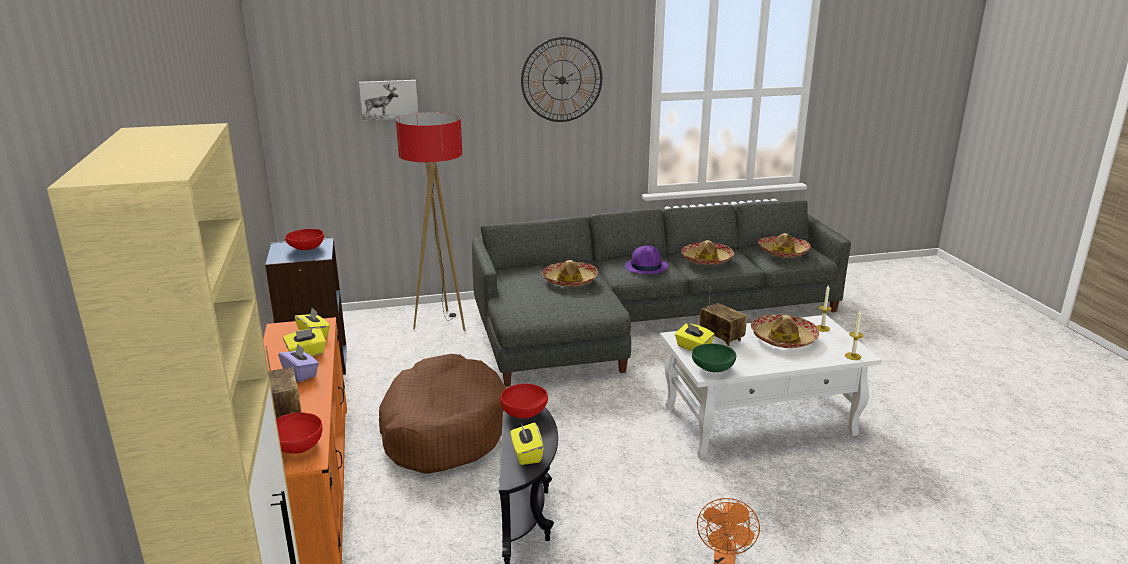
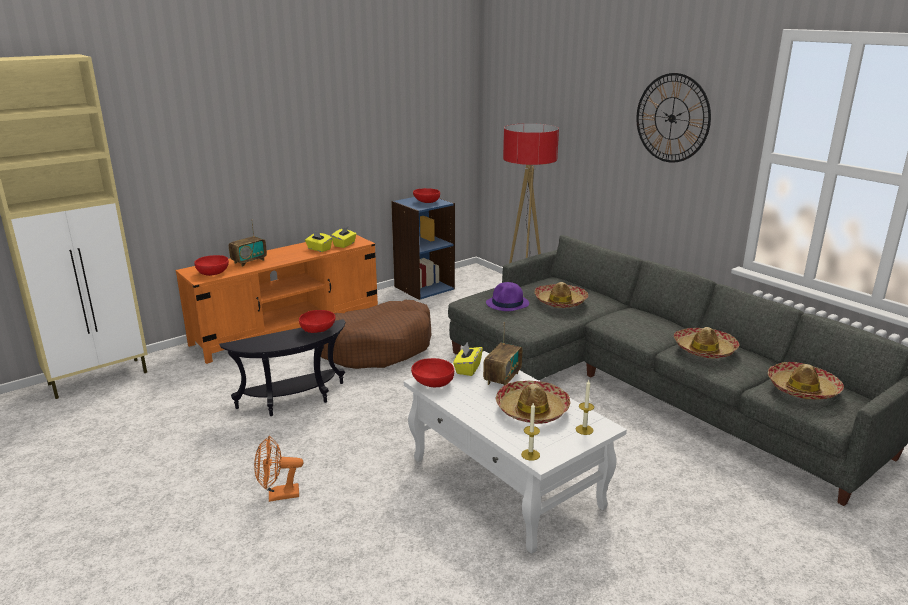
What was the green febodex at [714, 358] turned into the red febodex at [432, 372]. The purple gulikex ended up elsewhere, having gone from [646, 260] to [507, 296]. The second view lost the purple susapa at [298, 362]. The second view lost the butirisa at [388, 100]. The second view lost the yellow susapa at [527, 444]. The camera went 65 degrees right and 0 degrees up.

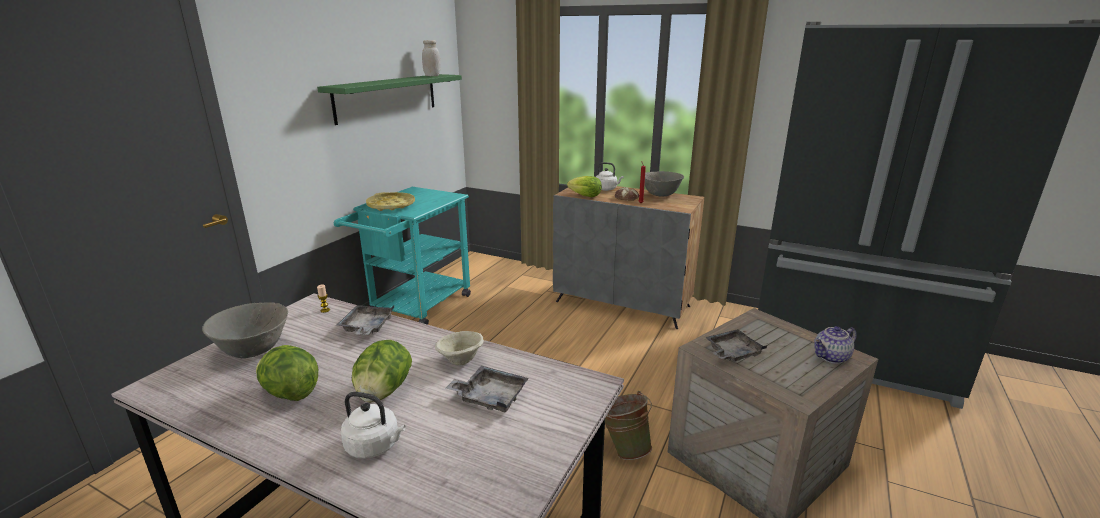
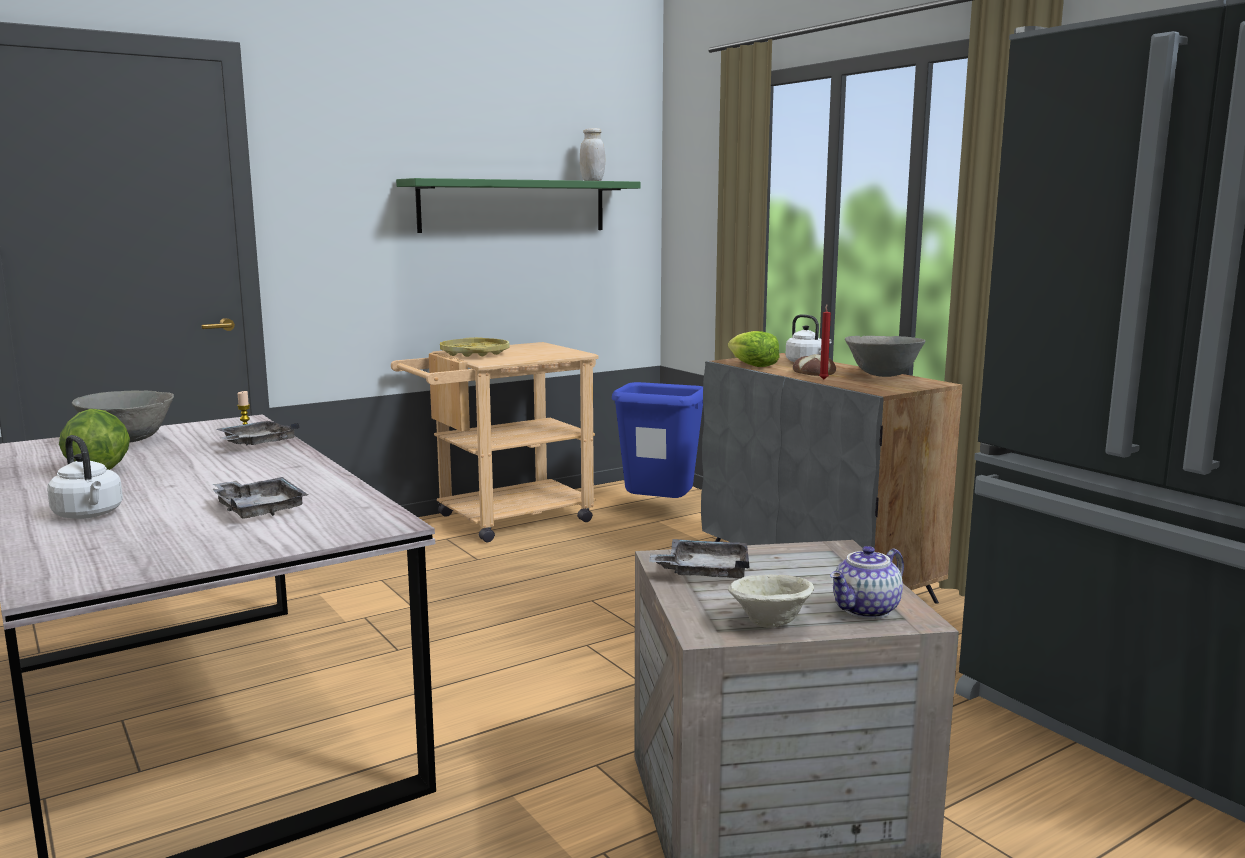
What was the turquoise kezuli at [402, 256] turned into the beige kezuli at [495, 442]. The second view gained the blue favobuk at [657, 440]. The beige febodex ended up elsewhere, having gone from [459, 348] to [771, 601]. The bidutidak at [835, 345] ended up facing another way, 45 degrees counterclockwise from before. The second view lost the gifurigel at [382, 371]. The second view lost the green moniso at [628, 425]. The camera went 30 degrees right and 10 degrees down.

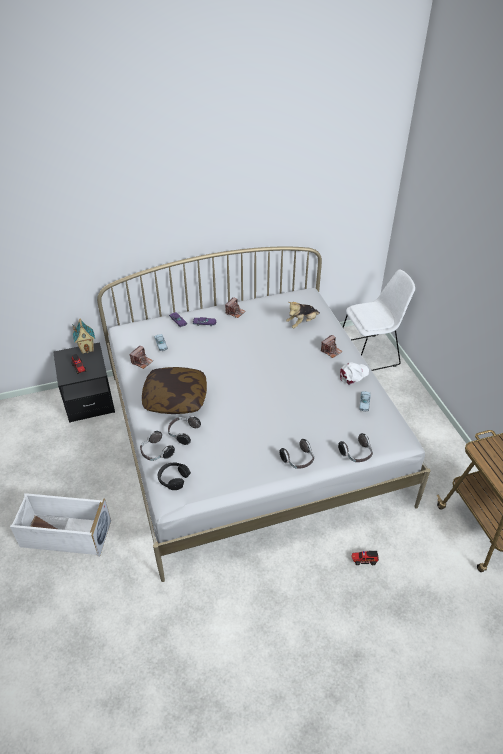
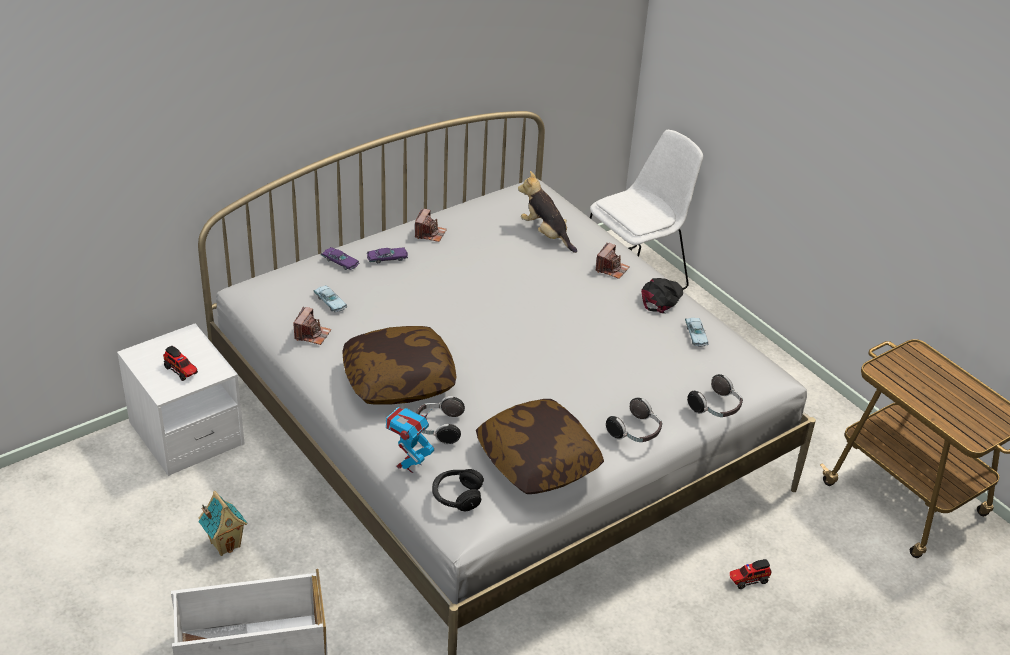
What was the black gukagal at [84, 382] turned into the white gukagal at [181, 399]. The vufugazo ended up elsewhere, having gone from [83, 336] to [222, 523]. Where the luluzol stood at [157, 446], the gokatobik came to stand at [410, 440]. The second view gained the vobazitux at [540, 446]. The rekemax at [303, 315] ended up facing another way, 105 degrees clockwise from before. What was the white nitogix at [354, 373] turned into the black nitogix at [662, 295]. The camera went 20 degrees left and 5 degrees down.

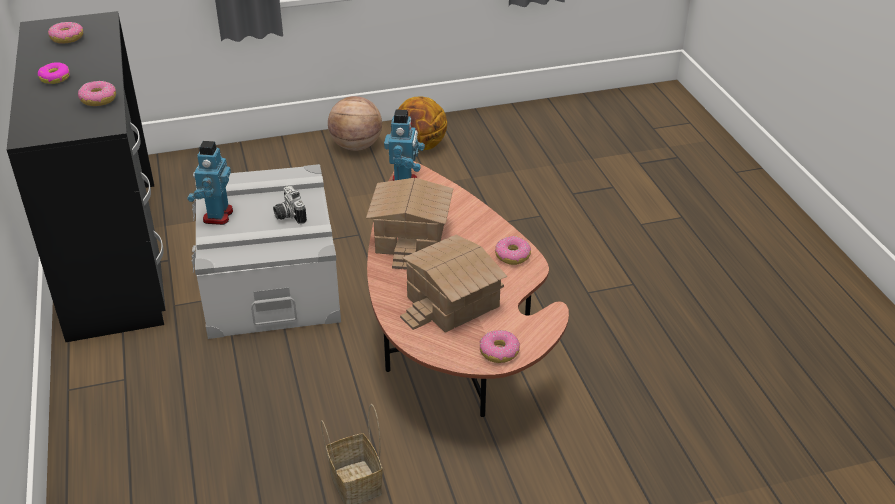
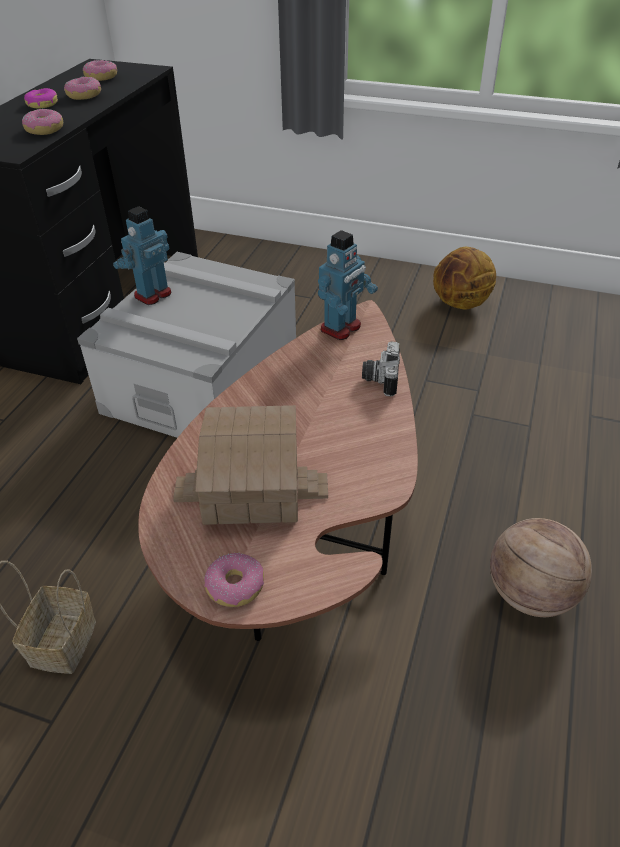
The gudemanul ended up elsewhere, having gone from [513, 250] to [82, 88]. The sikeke ended up elsewhere, having gone from [290, 205] to [381, 369]. The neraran ended up elsewhere, having gone from [355, 123] to [541, 567]. The second view lost the vufugazo at [409, 224]. The camera went 35 degrees right and 5 degrees up.

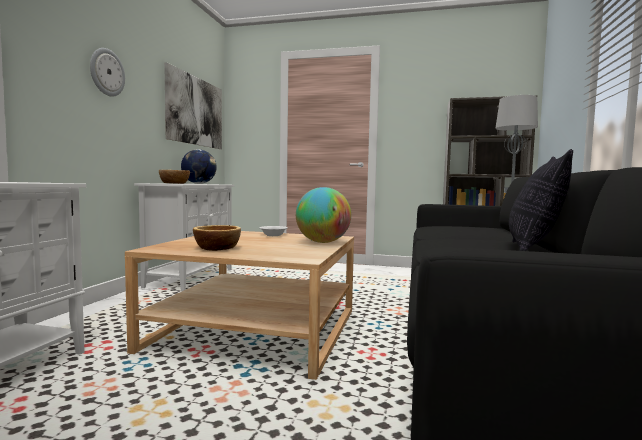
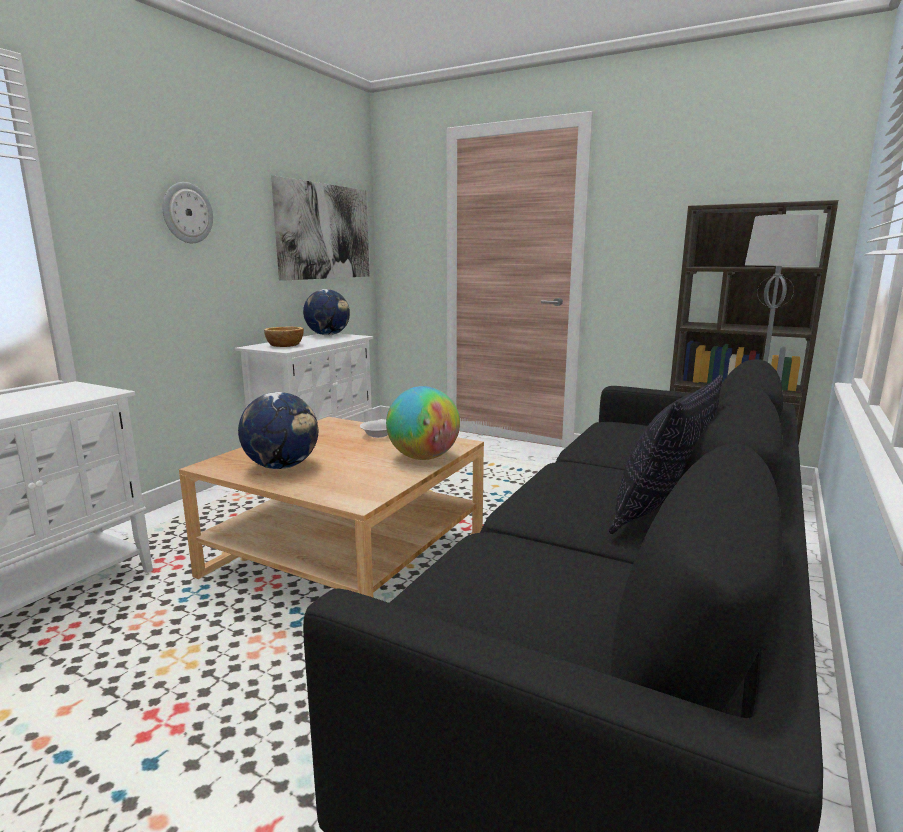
Where the febodex stood at [217, 238], the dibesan came to stand at [278, 430]. The camera went 15 degrees right and 10 degrees up.

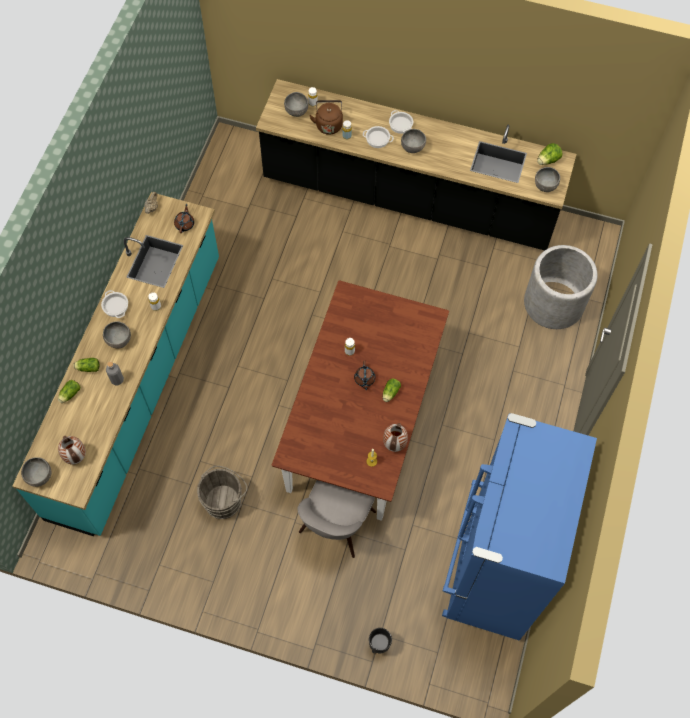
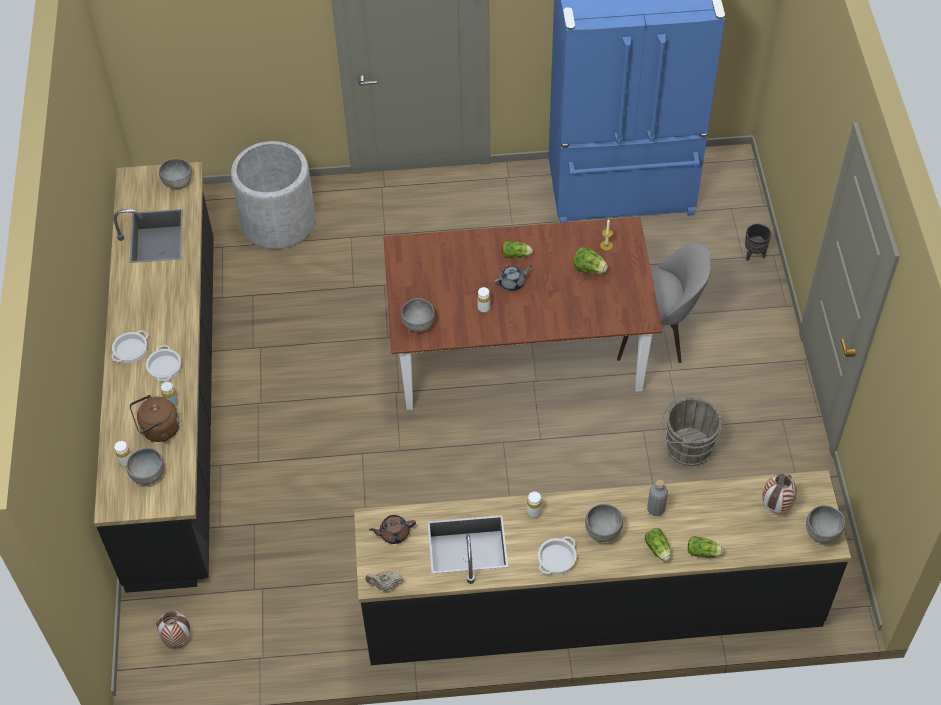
The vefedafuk ended up elsewhere, having gone from [395, 437] to [173, 628]. What was the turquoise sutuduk at [115, 364] turned into the black sutuduk at [602, 567]. The grey febodex ended up elsewhere, having gone from [413, 141] to [418, 315]. What was the brown bidutidak at [365, 375] turned into the grey bidutidak at [513, 278]. The gifurigel ended up elsewhere, having gone from [549, 154] to [590, 260]. The camera went 110 degrees left and 10 degrees down.

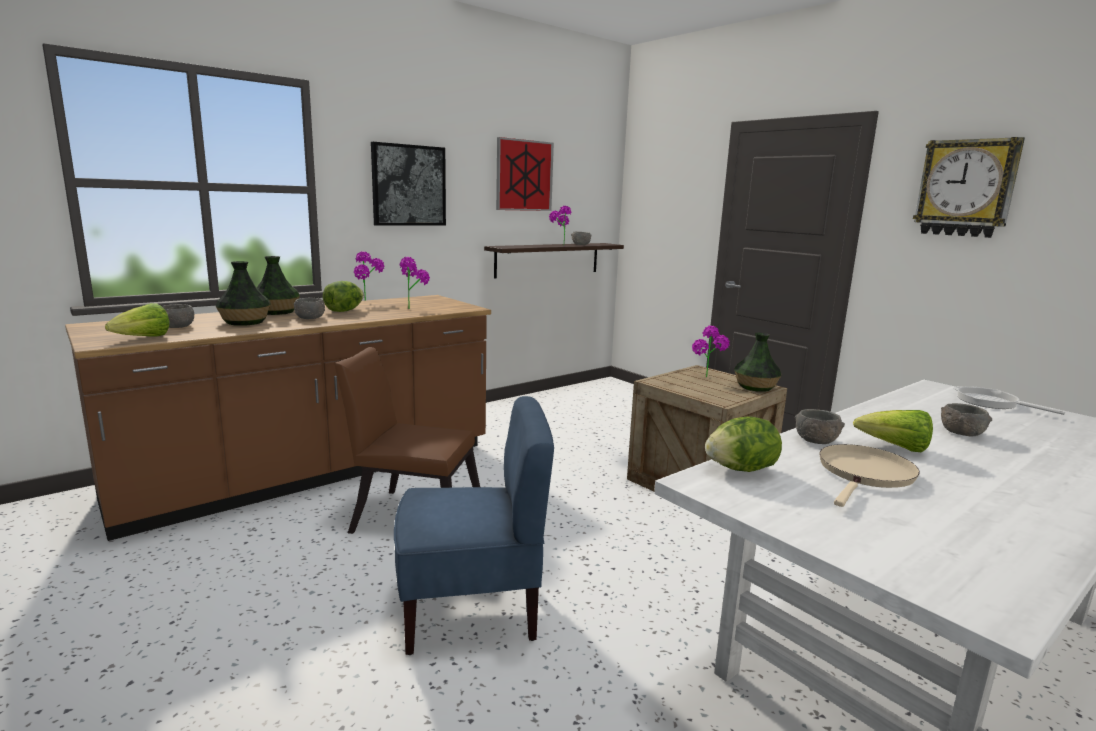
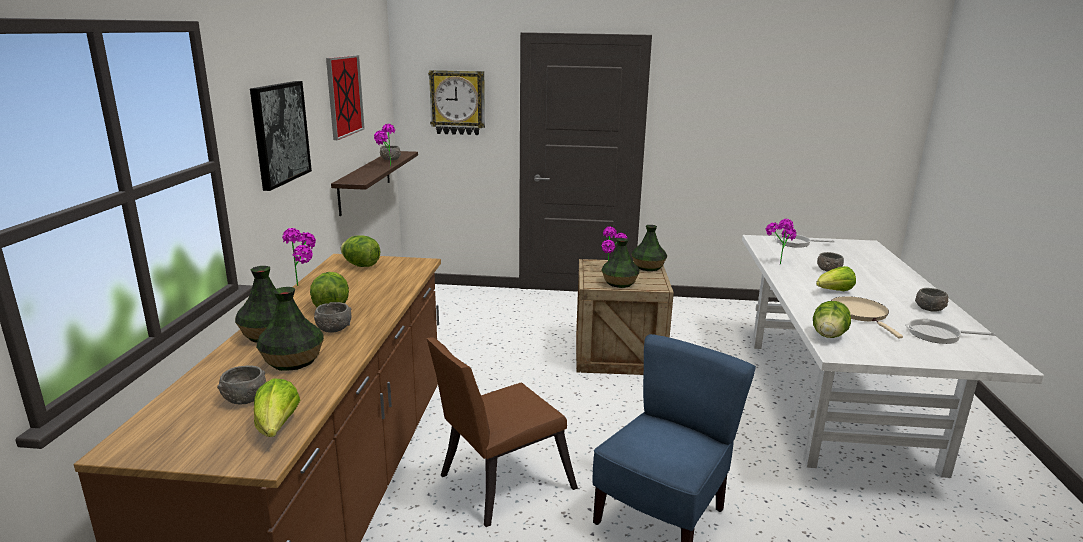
The second view gained the gifurigel at [360, 251]. The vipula ended up elsewhere, having gone from [969, 187] to [456, 102]. The second view gained the vefedafuk at [620, 263]. The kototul ended up elsewhere, having gone from [414, 283] to [781, 242]. The second view gained the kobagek at [950, 331]. The grey febodex ended up elsewhere, having gone from [820, 426] to [931, 300]. The camera went 45 degrees left and 5 degrees up.

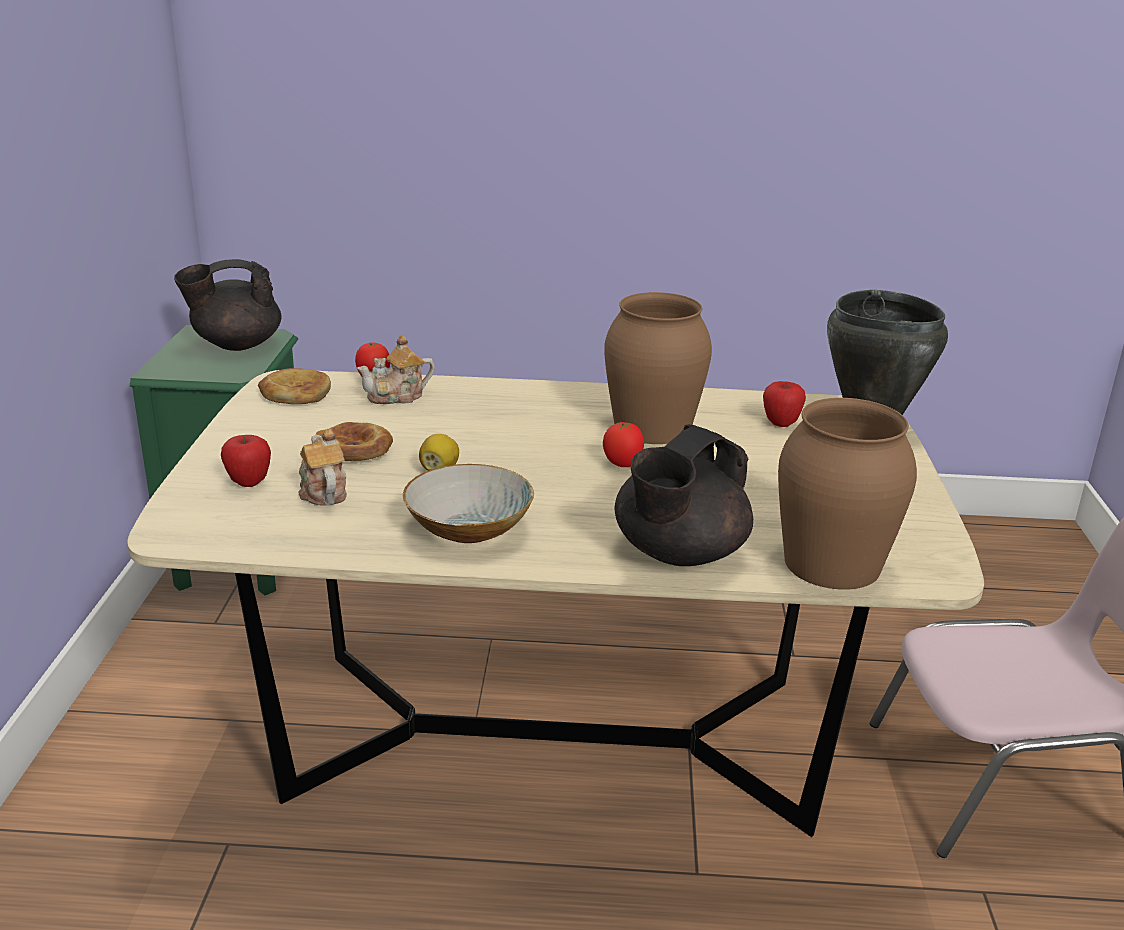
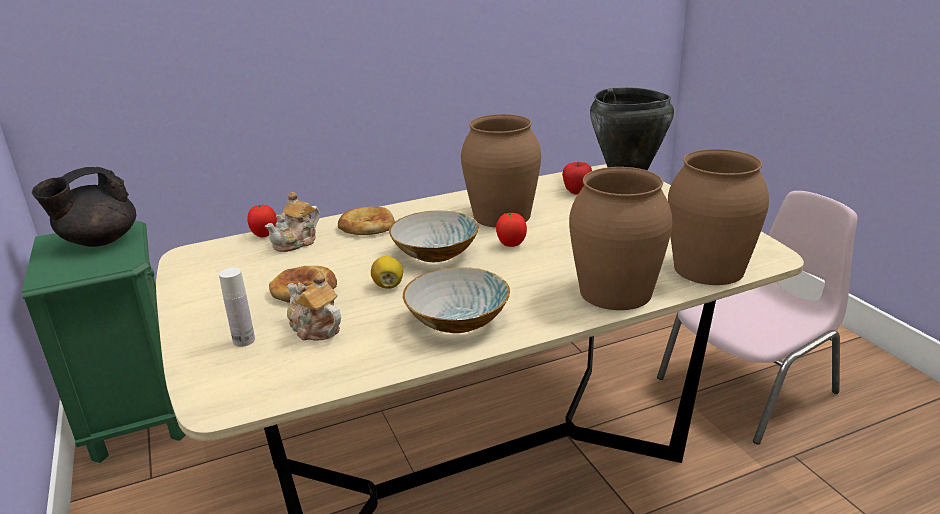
Where the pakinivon stood at [246, 461], the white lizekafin came to stand at [237, 307]. The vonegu ended up elsewhere, having gone from [294, 386] to [366, 221]. The second view gained the febodex at [434, 236]. Where the black bidutidak stood at [683, 495], the brown vefedafuk came to stand at [621, 238]. The camera went 25 degrees left and 0 degrees up.

